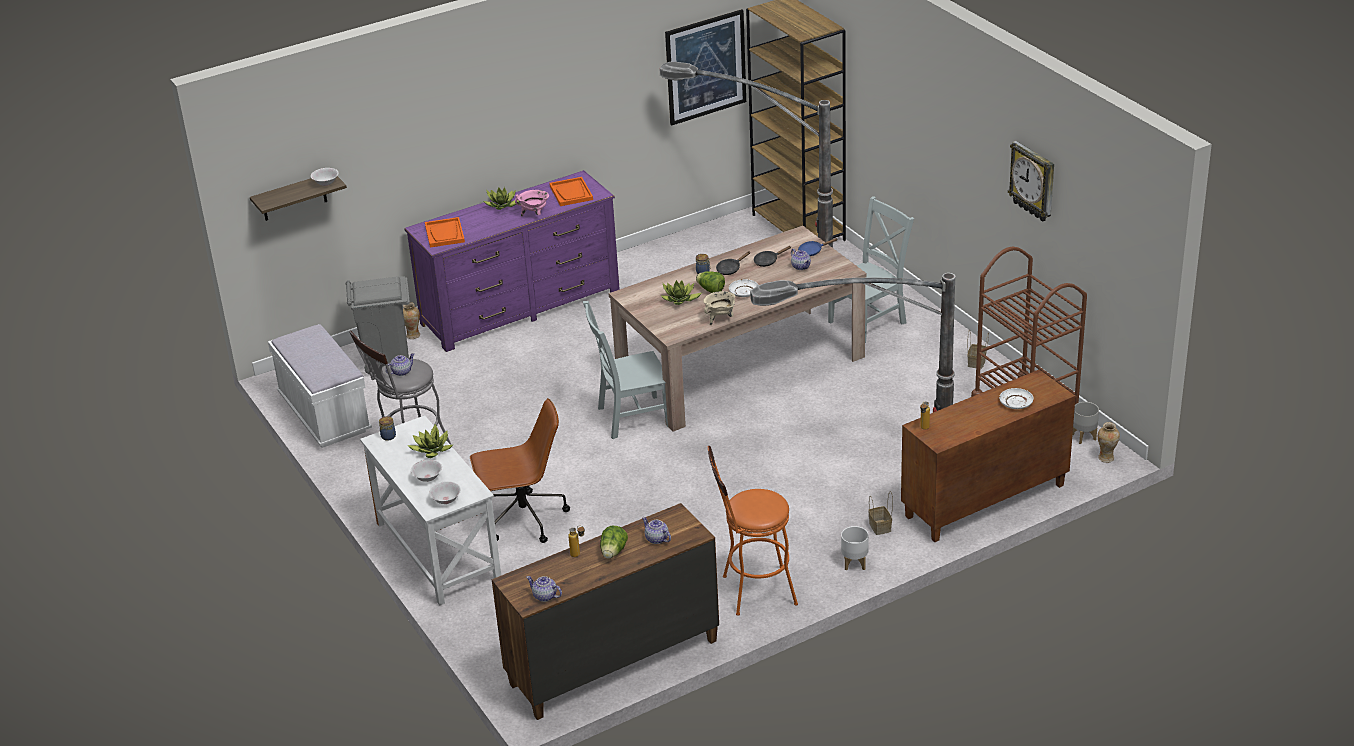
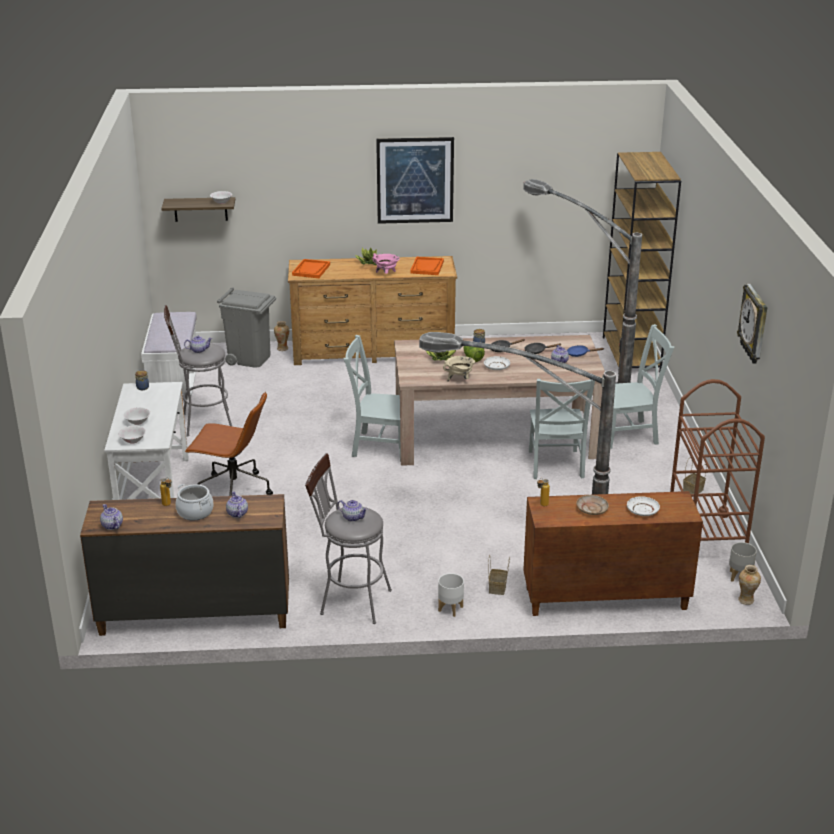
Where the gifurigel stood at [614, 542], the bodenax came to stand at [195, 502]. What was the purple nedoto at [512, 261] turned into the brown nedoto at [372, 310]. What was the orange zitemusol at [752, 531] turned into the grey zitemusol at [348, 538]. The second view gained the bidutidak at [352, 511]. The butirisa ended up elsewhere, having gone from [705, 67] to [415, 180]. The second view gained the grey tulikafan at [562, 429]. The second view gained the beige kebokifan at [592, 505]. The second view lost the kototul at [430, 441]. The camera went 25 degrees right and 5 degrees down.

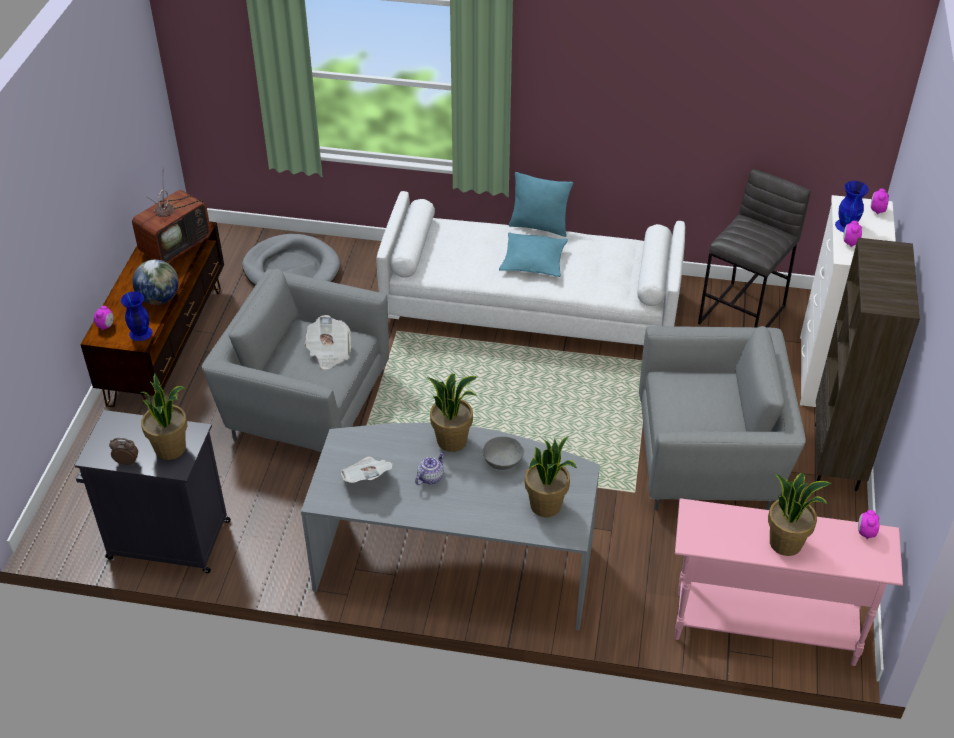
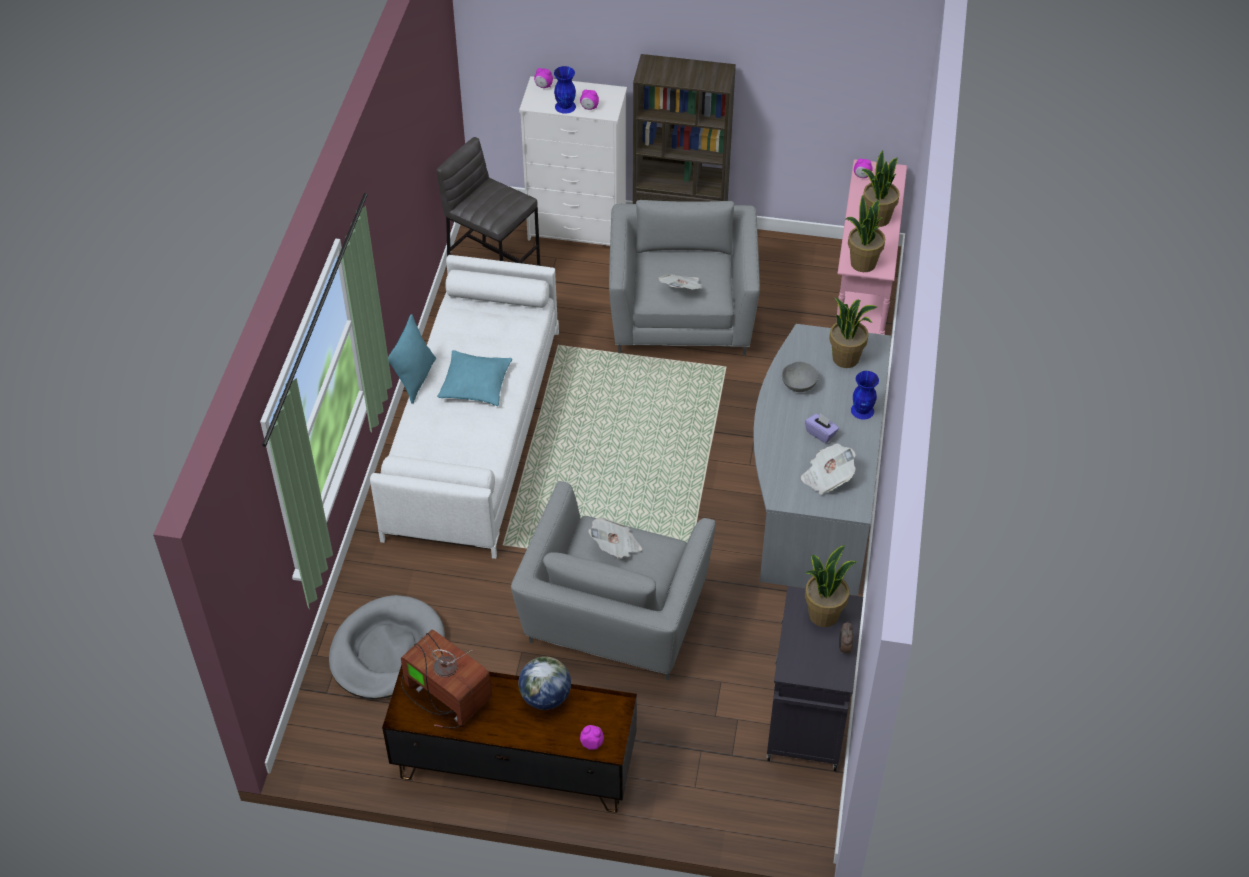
The second view gained the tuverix at [680, 281]. Where the bidutidak stood at [430, 468], the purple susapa came to stand at [822, 428]. The kototul ended up elsewhere, having gone from [452, 413] to [865, 233]. The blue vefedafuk ended up elsewhere, having gone from [136, 316] to [865, 395]. The camera went 90 degrees left and 5 degrees up.

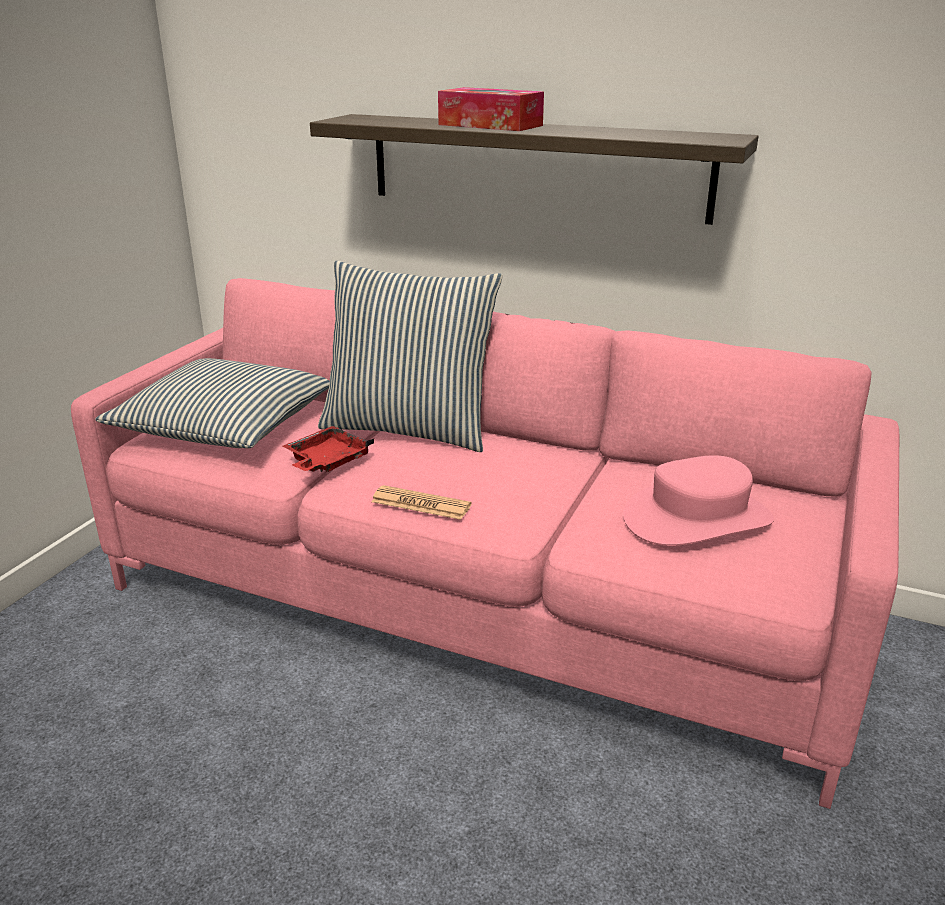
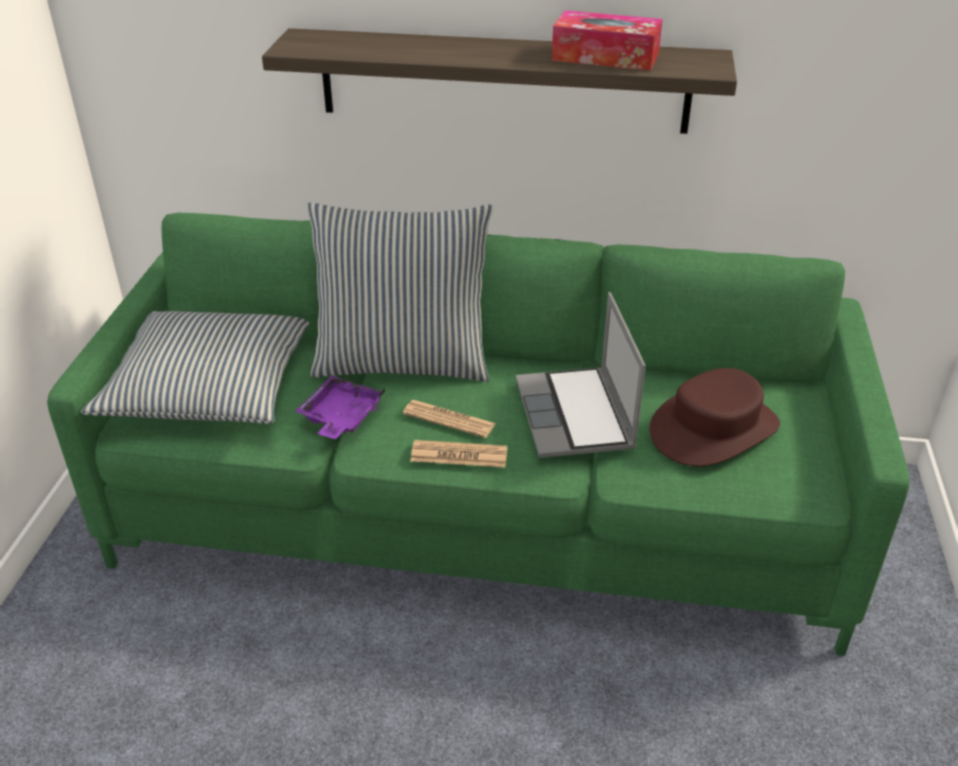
What was the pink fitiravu at [485, 543] turned into the green fitiravu at [478, 434]. What was the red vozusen at [328, 449] turned into the purple vozusen at [340, 407]. The second view gained the tuverix at [449, 419]. The second view gained the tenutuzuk at [581, 375]. The susapa ended up elsewhere, having gone from [491, 109] to [607, 40]. What was the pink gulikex at [698, 500] turned into the brown gulikex at [715, 417]. The camera went 15 degrees left and 10 degrees up.

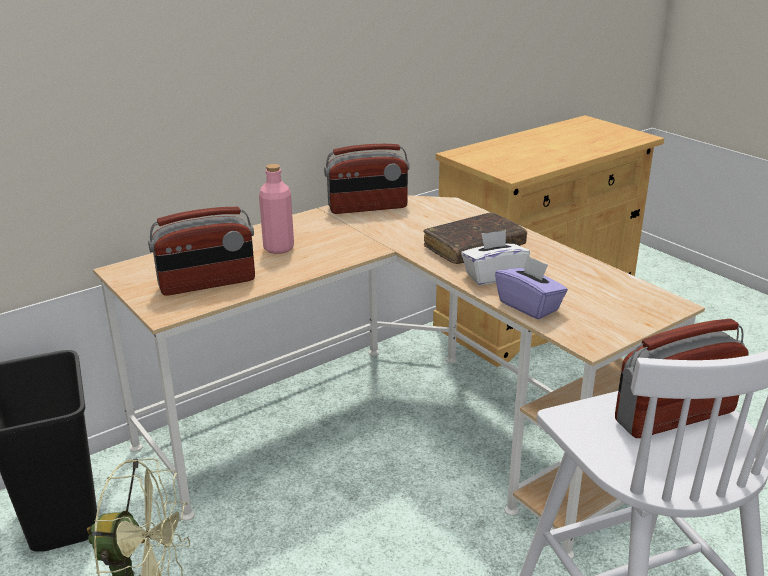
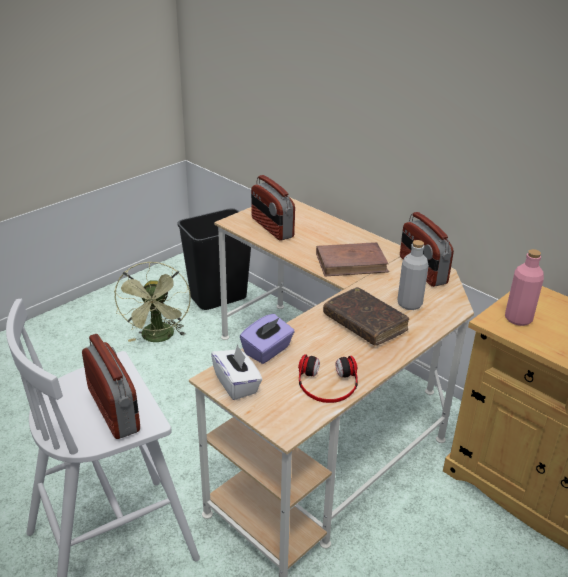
The white susapa ended up elsewhere, having gone from [495, 257] to [236, 372]. The second view gained the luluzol at [328, 378]. The second view gained the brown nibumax at [352, 259]. The second view gained the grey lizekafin at [413, 275]. The pink lizekafin ended up elsewhere, having gone from [276, 209] to [524, 287]. The camera went 80 degrees right and 5 degrees up.

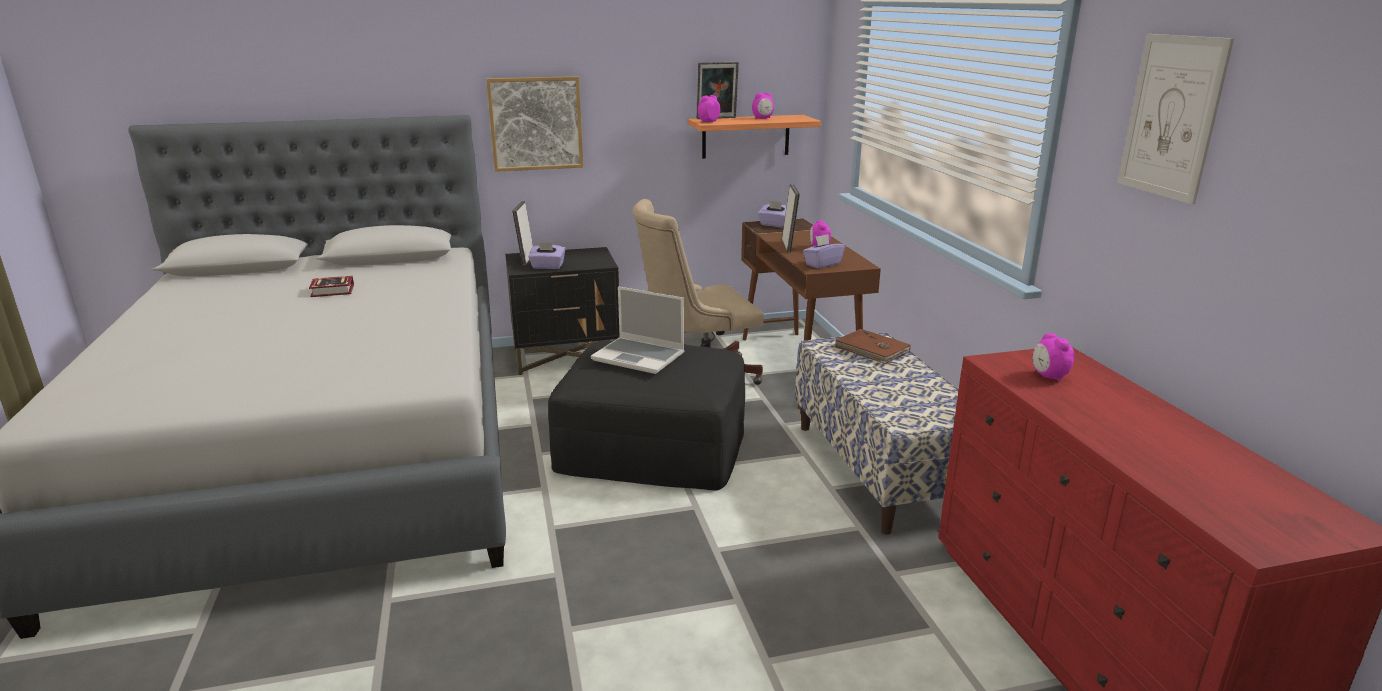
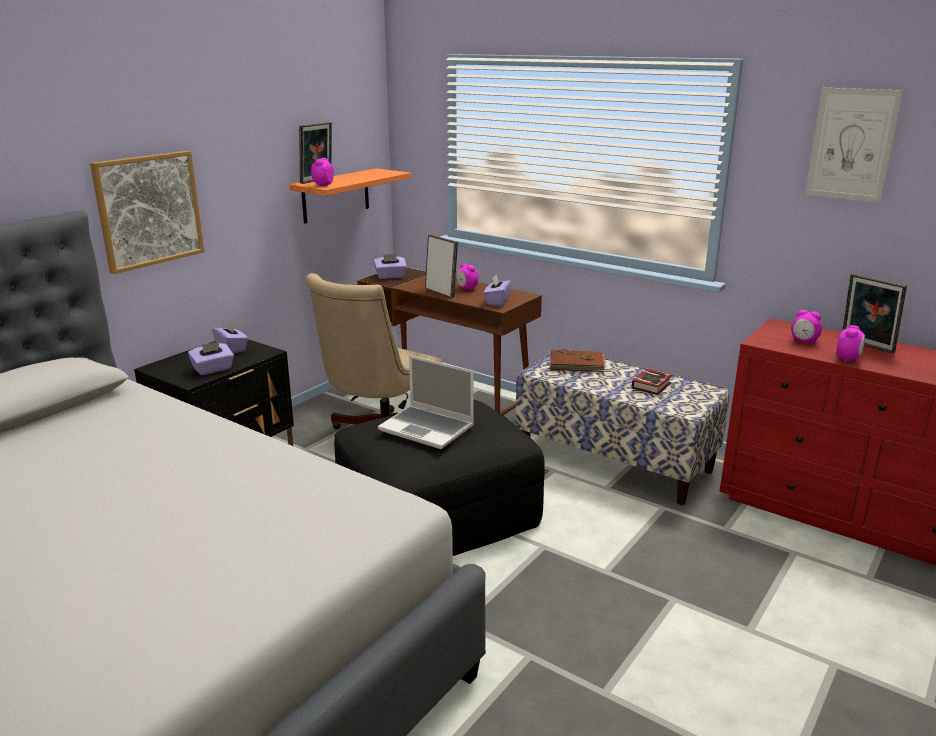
The second view gained the purple susapa at [230, 337]. The tenutuzuk at [638, 330] ended up facing another way, 45 degrees clockwise from before. The nibumax ended up elsewhere, having gone from [331, 286] to [652, 382]. The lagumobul ended up elsewhere, having gone from [763, 106] to [850, 343]. The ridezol ended up elsewhere, having gone from [522, 233] to [875, 313]. The camera went 40 degrees left and 0 degrees up.

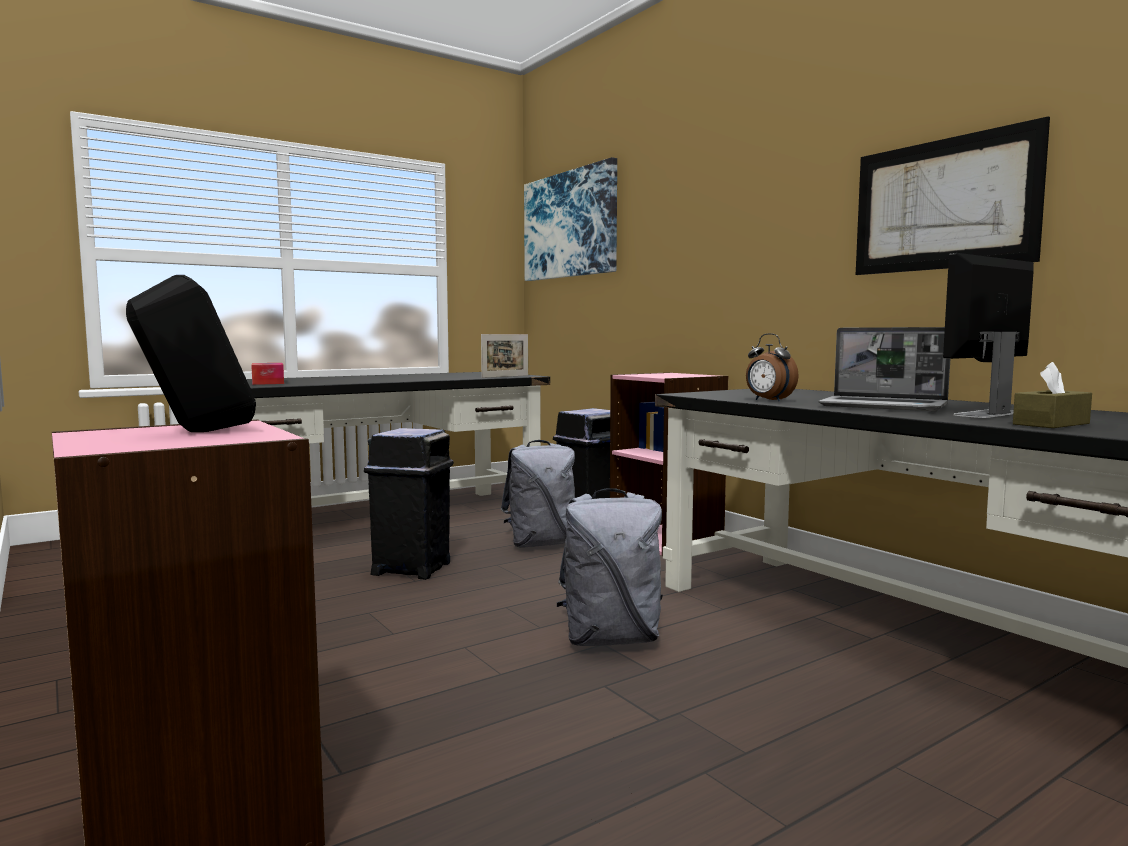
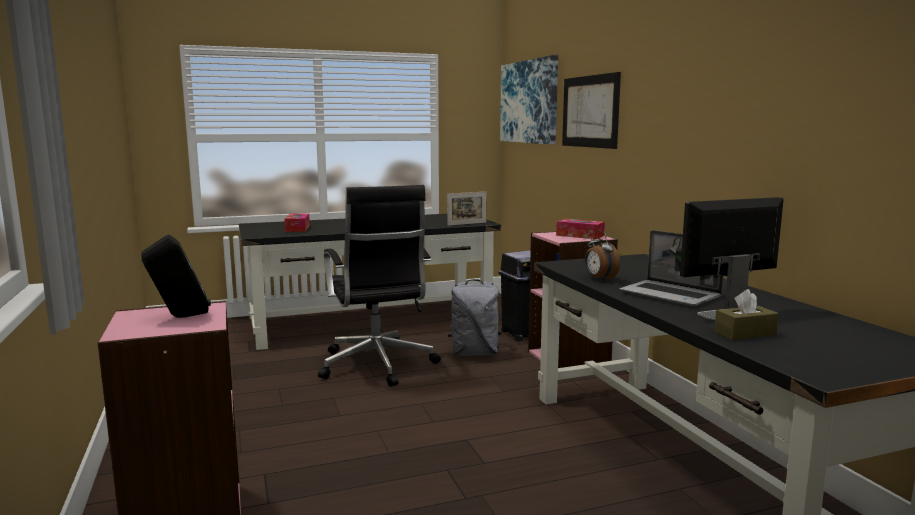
Where the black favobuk stood at [409, 504], the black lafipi came to stand at [379, 286]. The second view gained the susapa at [580, 229]. The butirisa ended up elsewhere, having gone from [953, 195] to [591, 110]. The second view lost the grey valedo at [610, 567]. The camera went 15 degrees right and 5 degrees up.

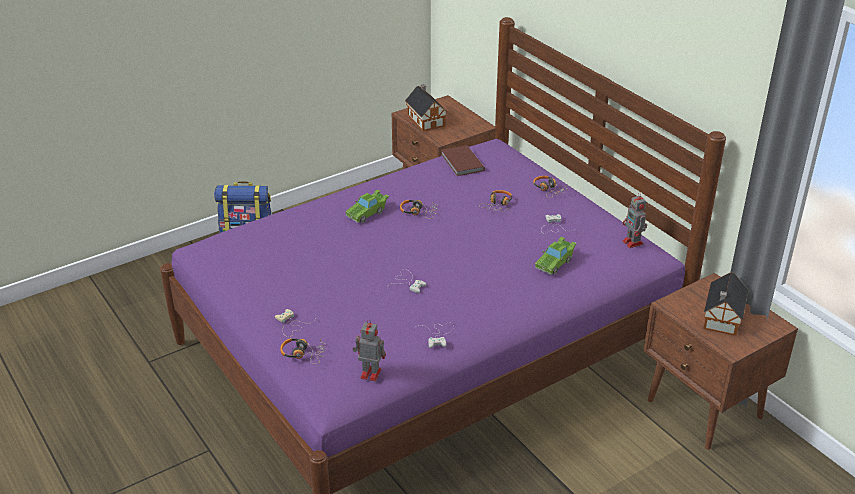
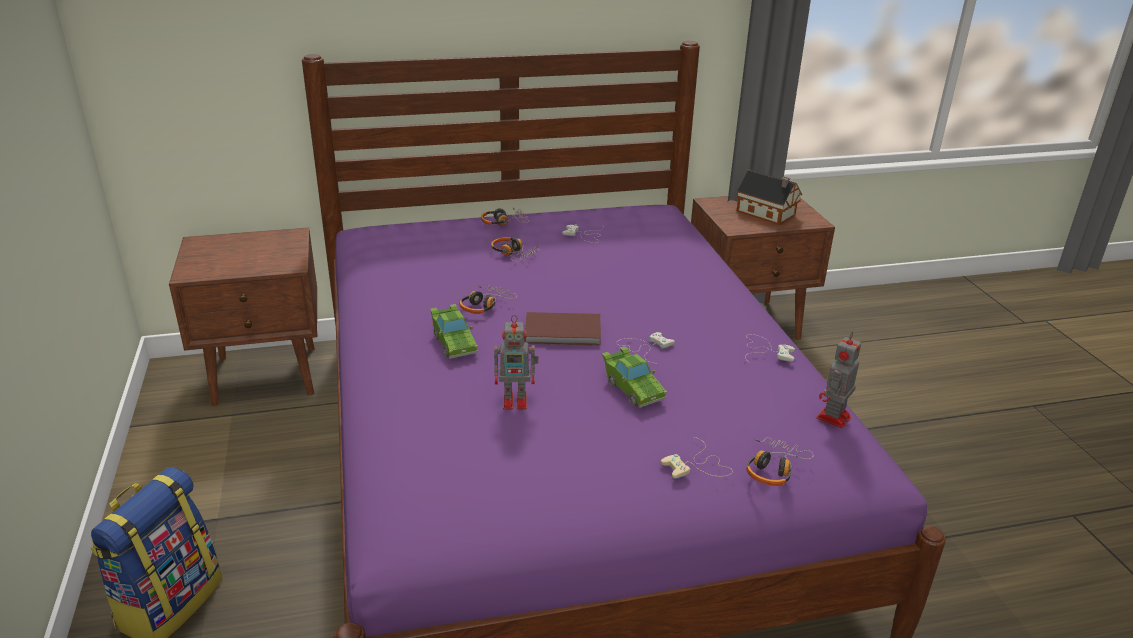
The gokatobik ended up elsewhere, having gone from [635, 220] to [516, 362]. The brown nibumax ended up elsewhere, having gone from [463, 160] to [563, 329]. The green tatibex ended up elsewhere, having gone from [556, 256] to [634, 377]. The second view lost the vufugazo at [425, 107]. The camera went 70 degrees left and 5 degrees down.

